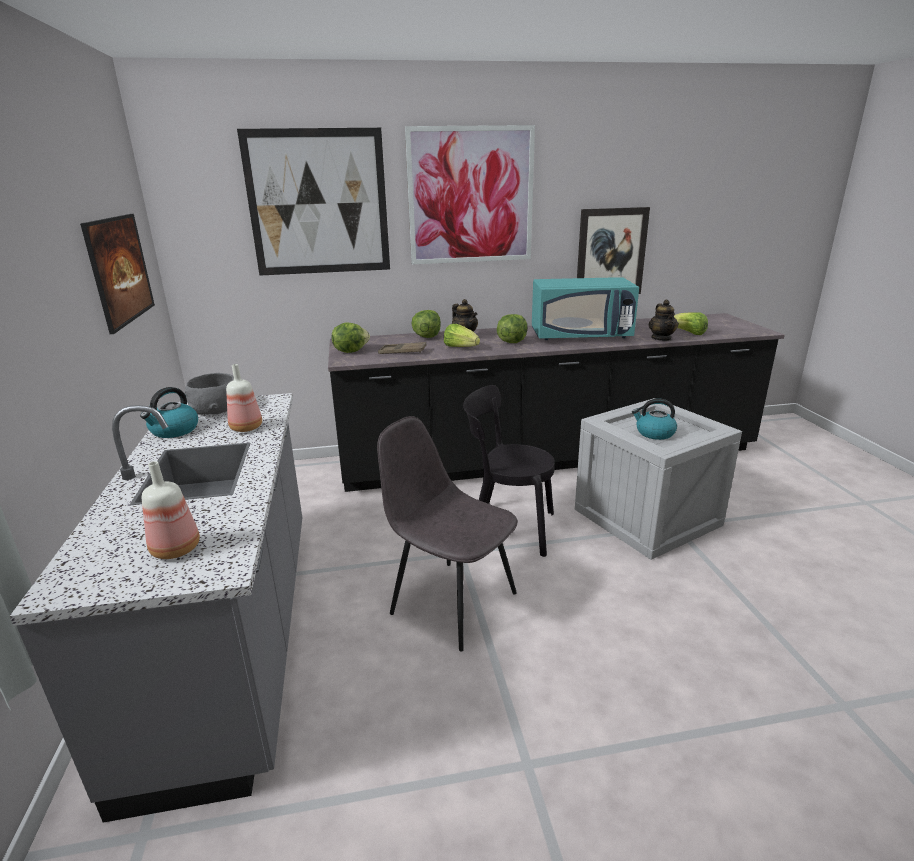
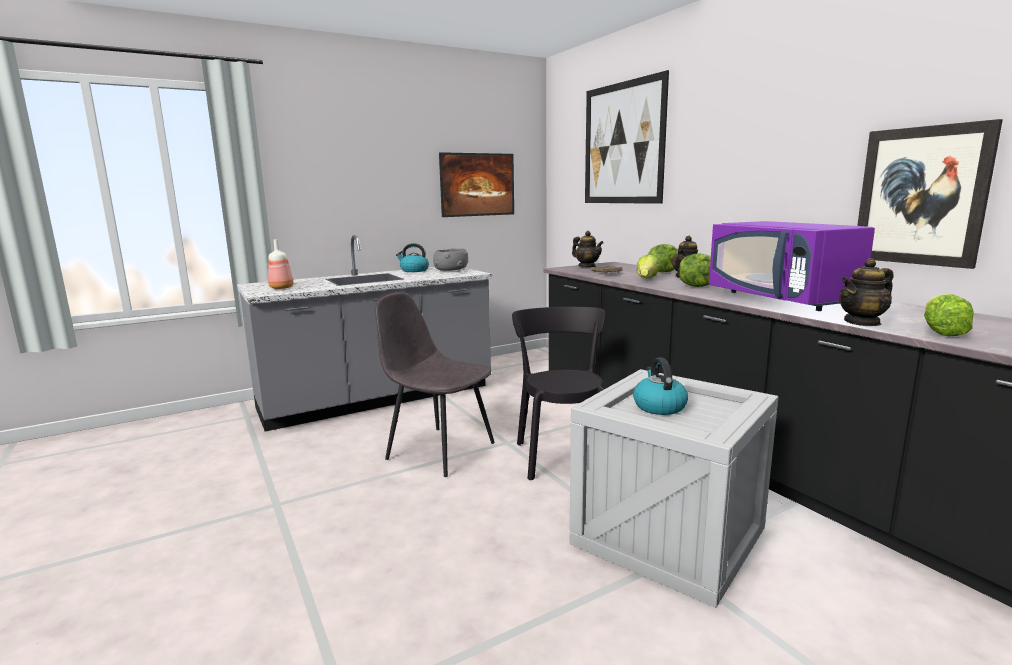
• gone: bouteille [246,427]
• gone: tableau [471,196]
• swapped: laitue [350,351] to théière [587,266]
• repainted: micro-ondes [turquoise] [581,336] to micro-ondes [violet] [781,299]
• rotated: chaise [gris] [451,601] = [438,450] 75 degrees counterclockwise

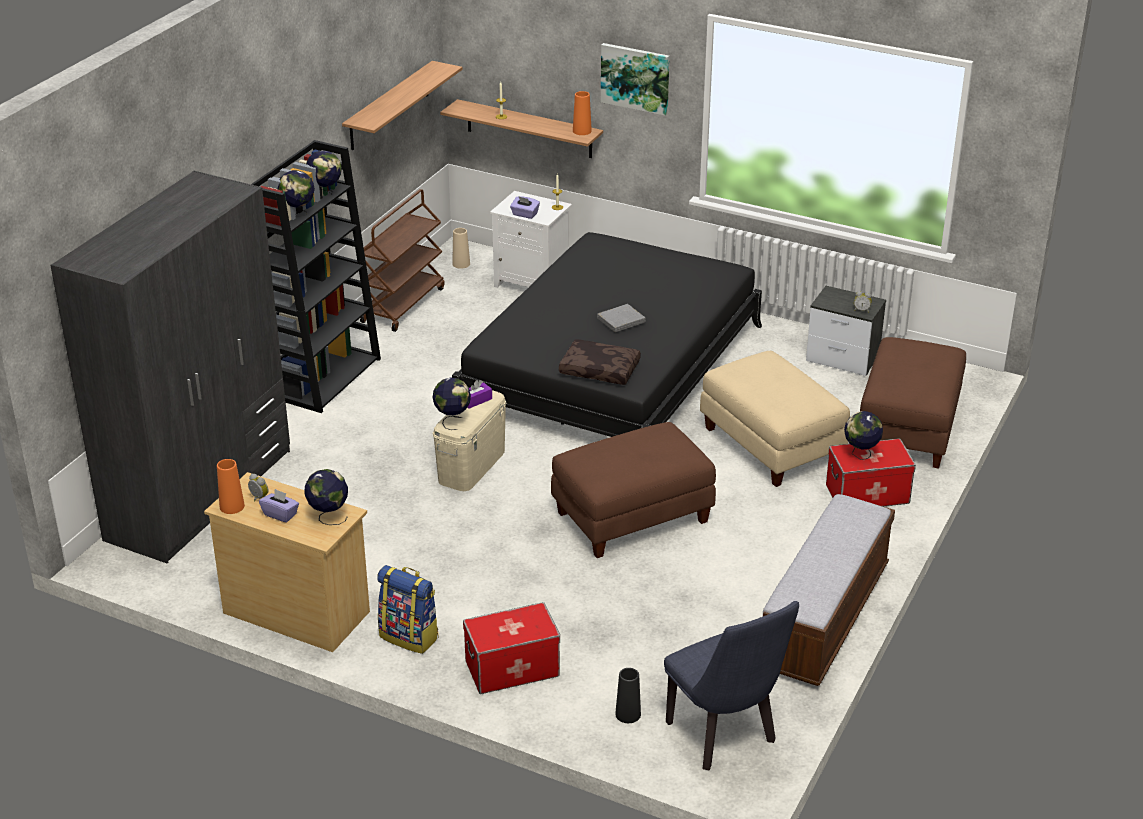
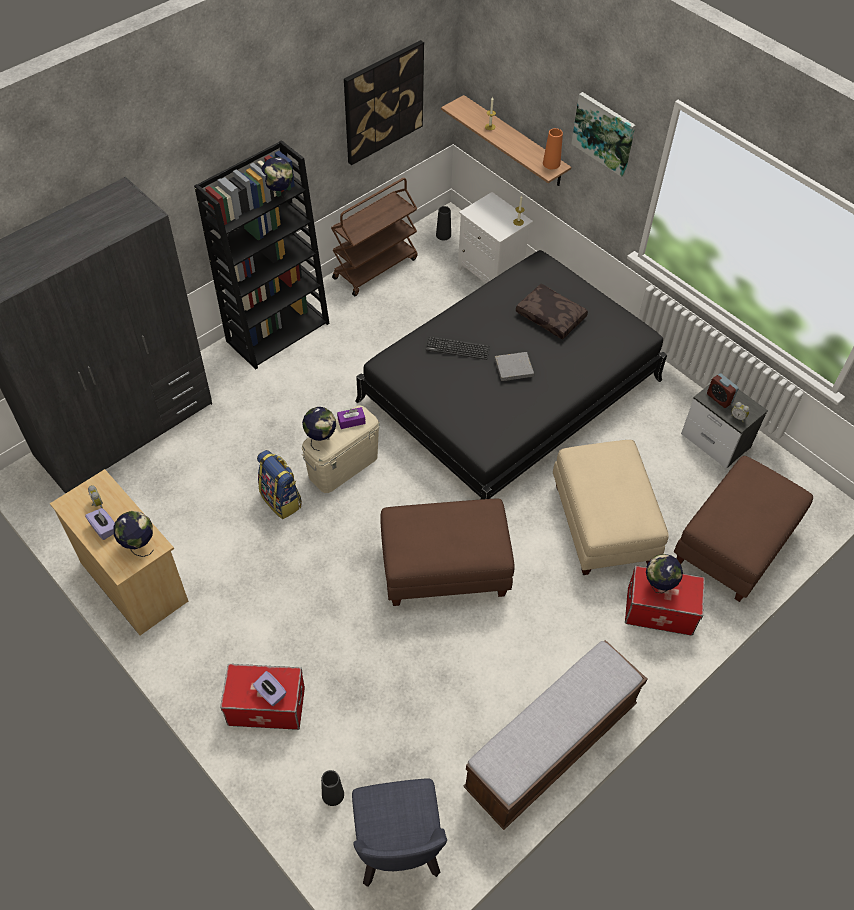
• gone: vase [orange] [232,506]
• gone: globe [298,214]
• new: clavier [457,348]
• new: réveil [719,398]
• shifted: sac à dos [410,636] to [281,500]
• shifted: boîte à mouchoirs [violet] [524,214] to [270,693]
• shifted: coussin [marron] [600,369] to [551,316]
• swapped: étagère [389,106] to tableau [383,102]
• repainted: vase [beige] [461,264] to vase [noir] [443,235]

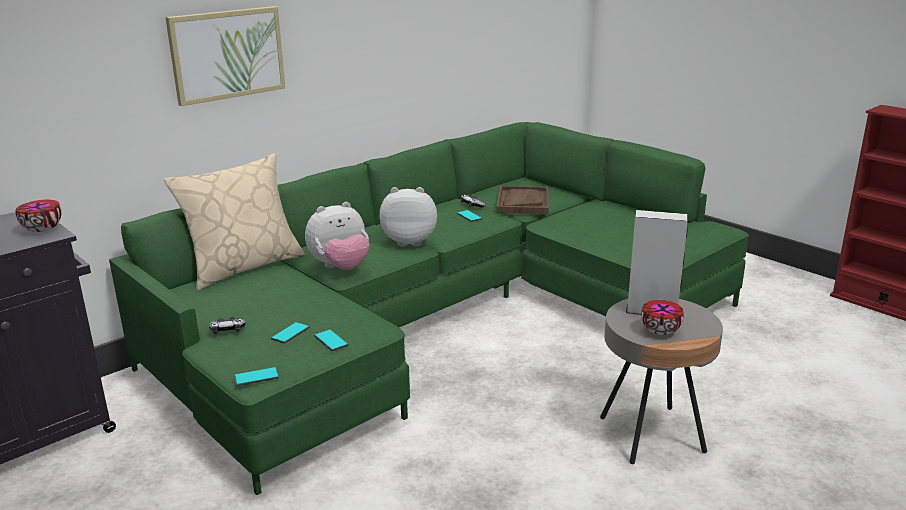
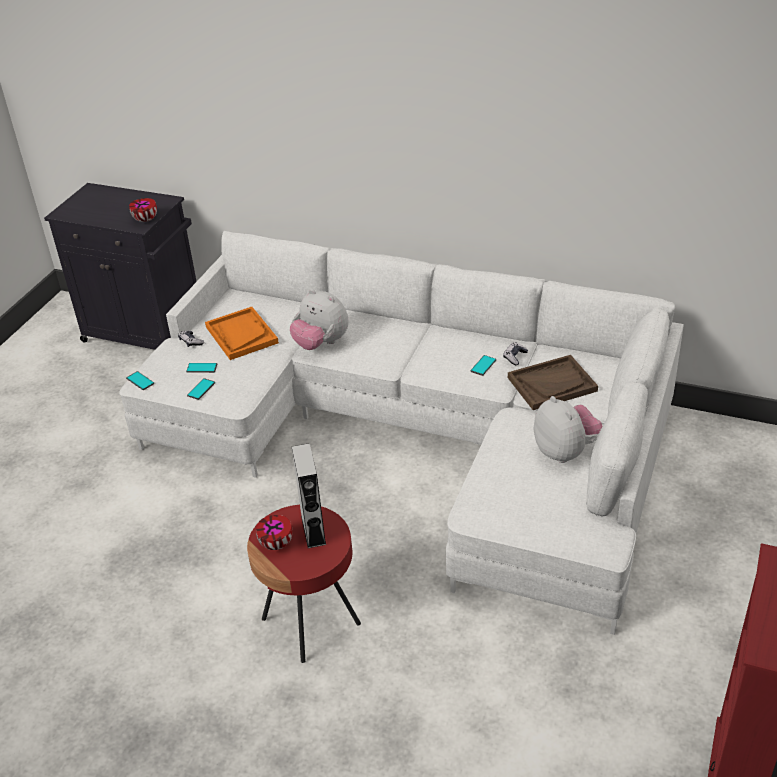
• gone: coussin [beige] [244,266]
• gone: tableau [227,54]
• new: plateau [orange] [241,335]
• shifted: peluche [410,241] to [565,452]
• repainted: canapé [vert] [444,318] to canapé [blanc] [420,436]
• repainted: table d'appoint [gris] [651,435] to table d'appoint [rouge] [311,622]

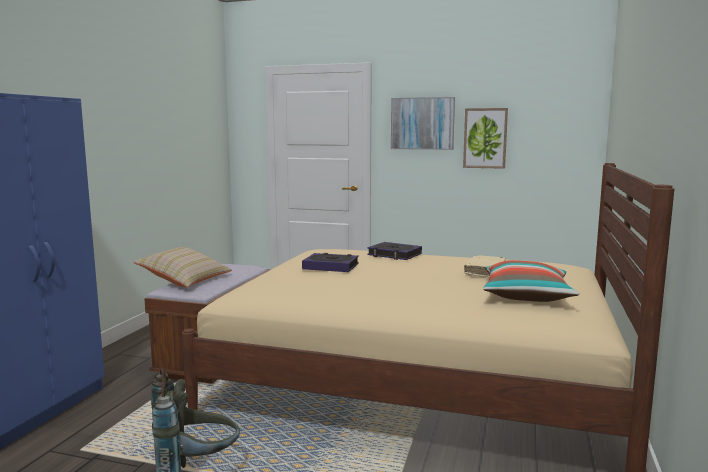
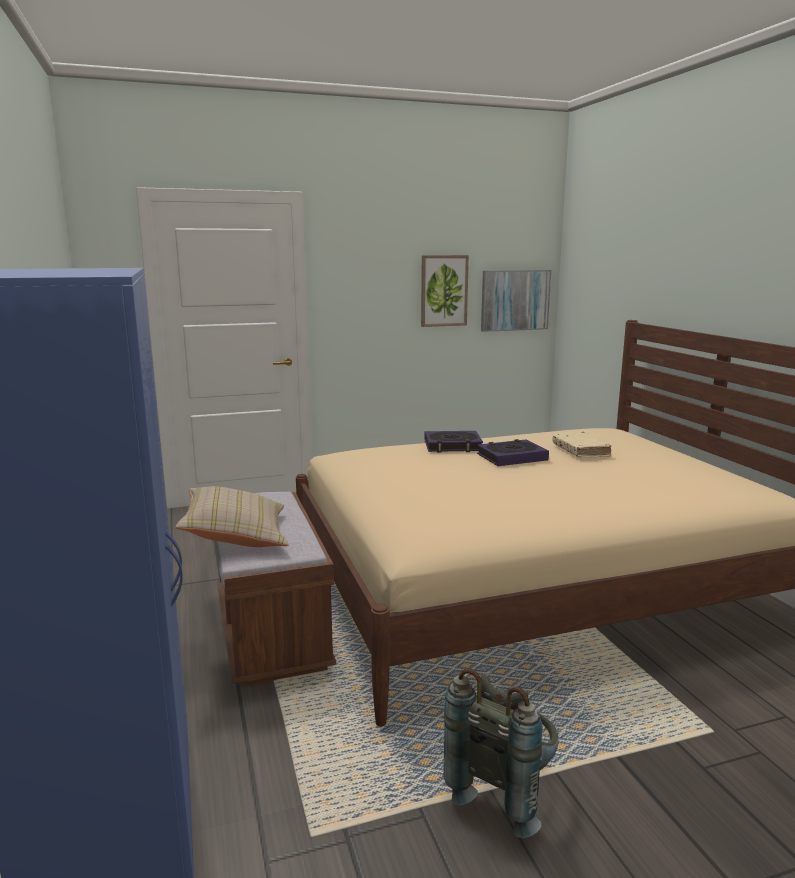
• gone: coussin [526,295]
• shifted: livre [331,267] to [511,457]
• shifted: tableau [422,123] to [515,300]

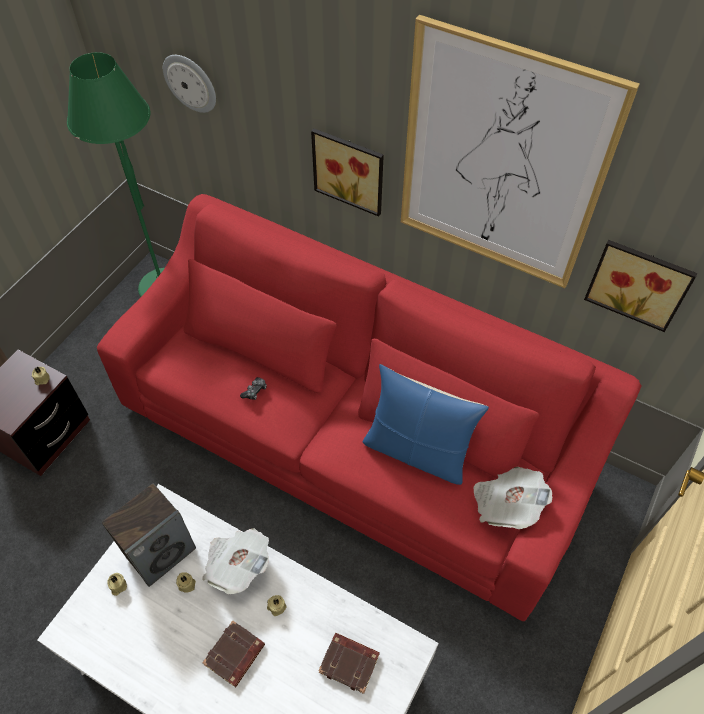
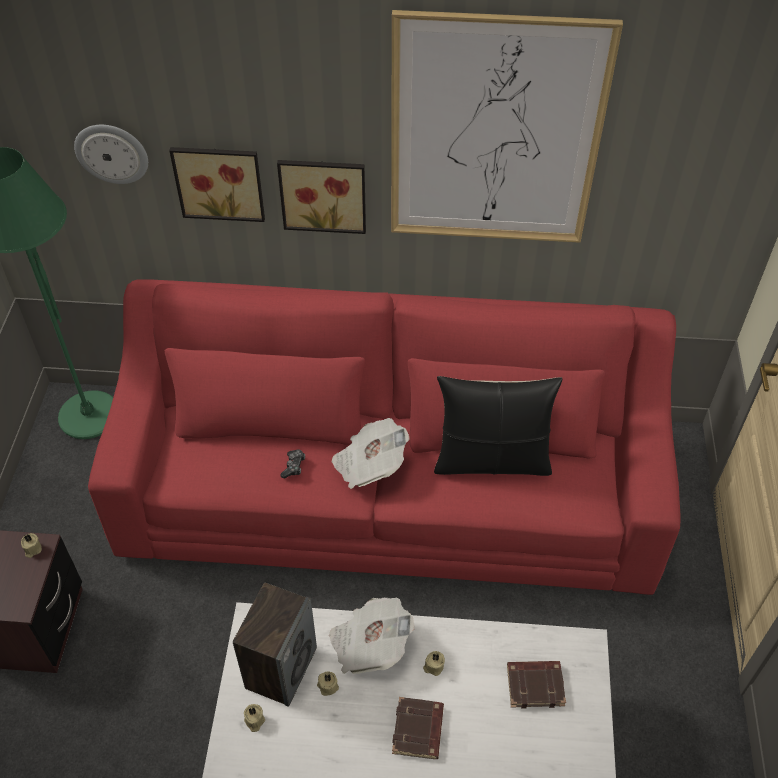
• shifted: journal [506,504] to [369,464]
• shifted: tableau [639,282] to [219,181]
• repainted: coussin [bleu] [417,450] to coussin [noir] [492,460]

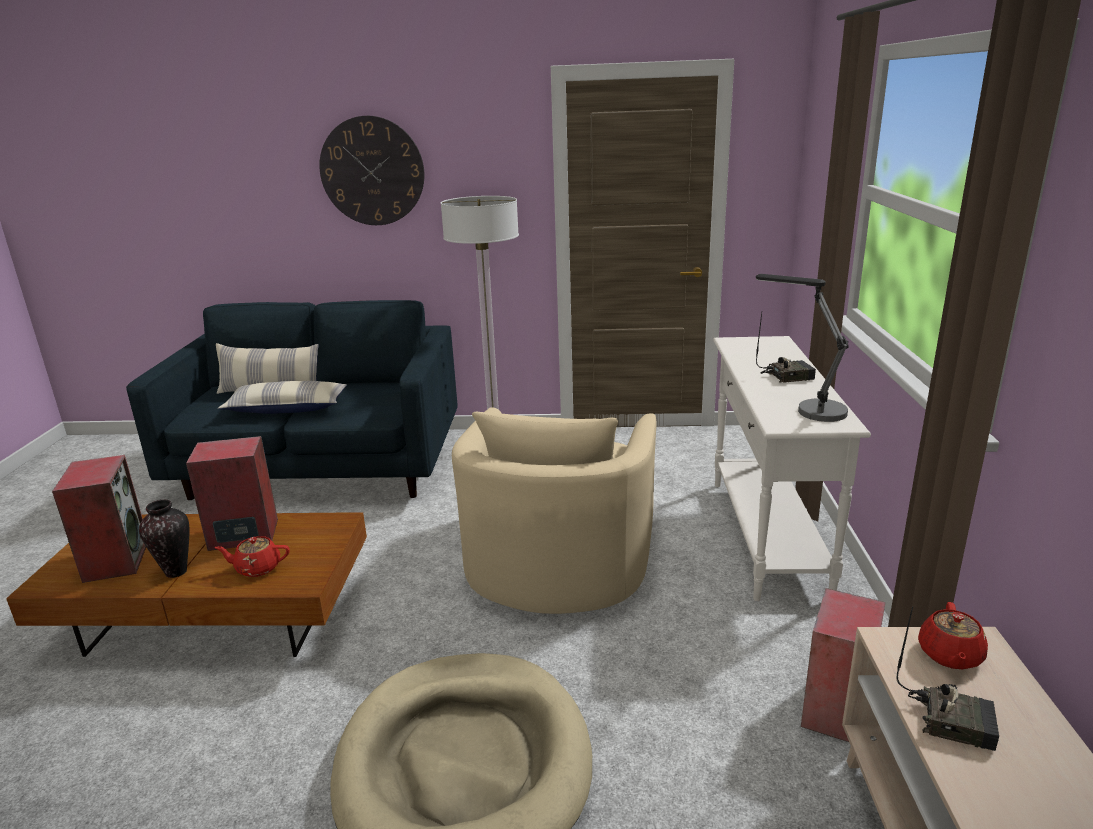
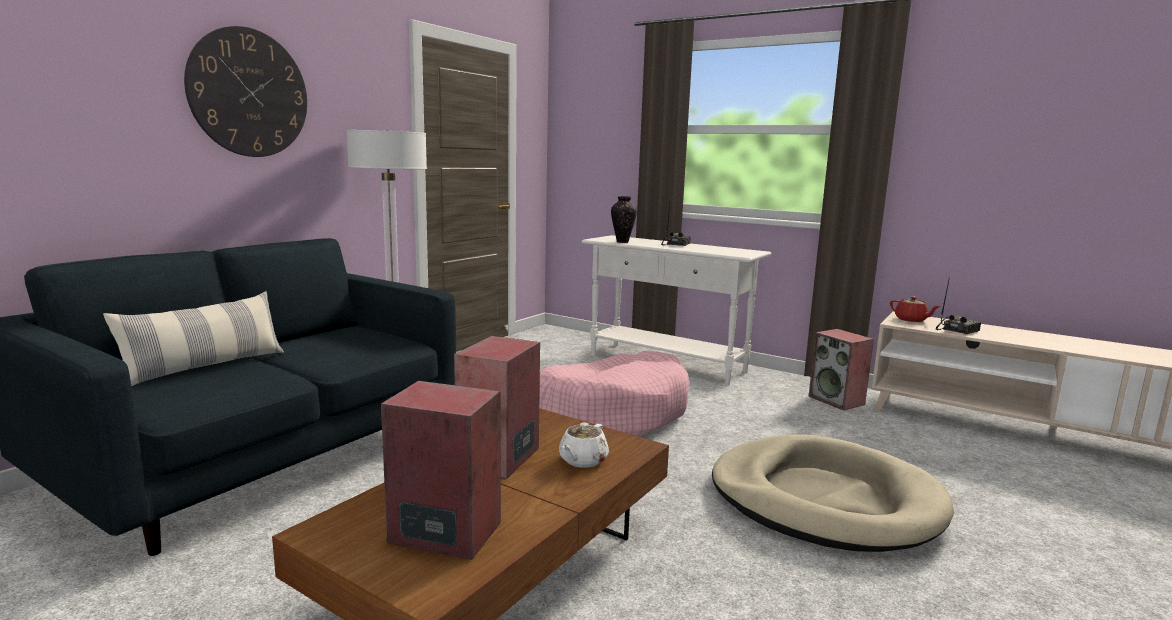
• gone: coussin [287,408]
• gone: lampe de table [808,408]
• shifted: vase [177,572] to [623,242]
• swapped: fauteuil [beige] [558,557] to panier pour chien [rose] [612,413]
• repainted: théière [rouge] [257,568] to théière [blanc] [582,460]

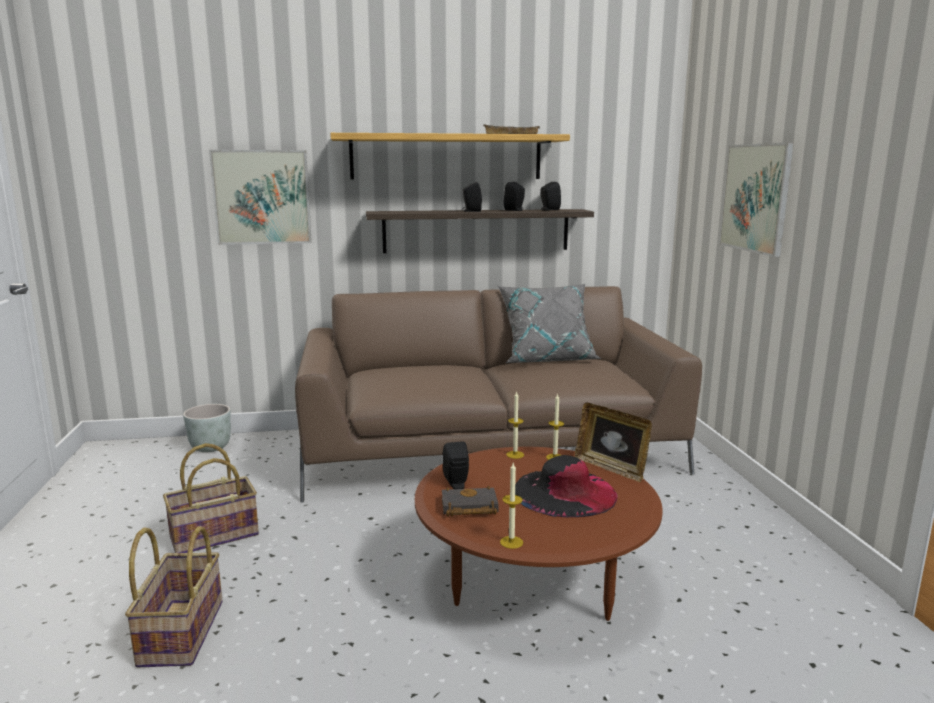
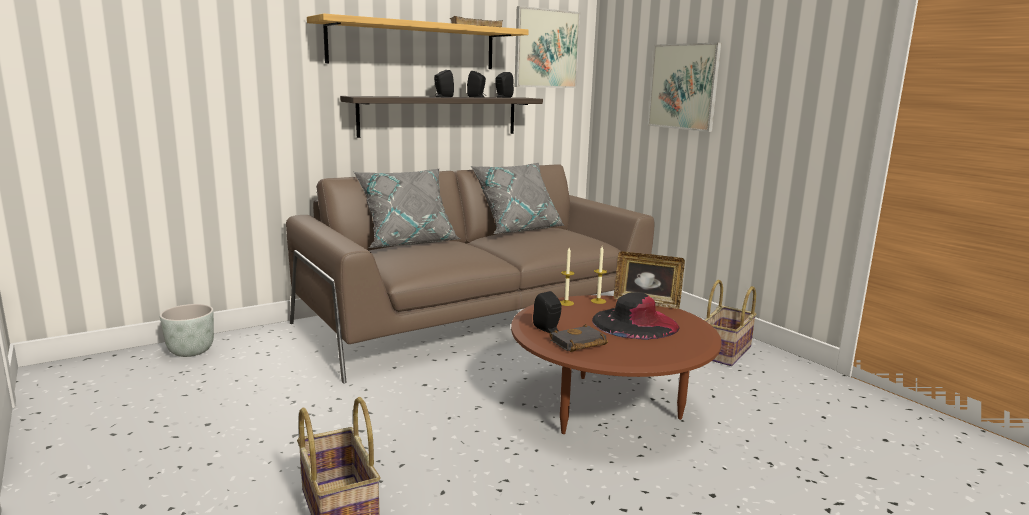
• gone: bougie [511,542]
• new: coussin [gris] [408,242]
• shifted: panier [214,536] to [726,352]
• shifted: tableau [262,197] to [546,49]

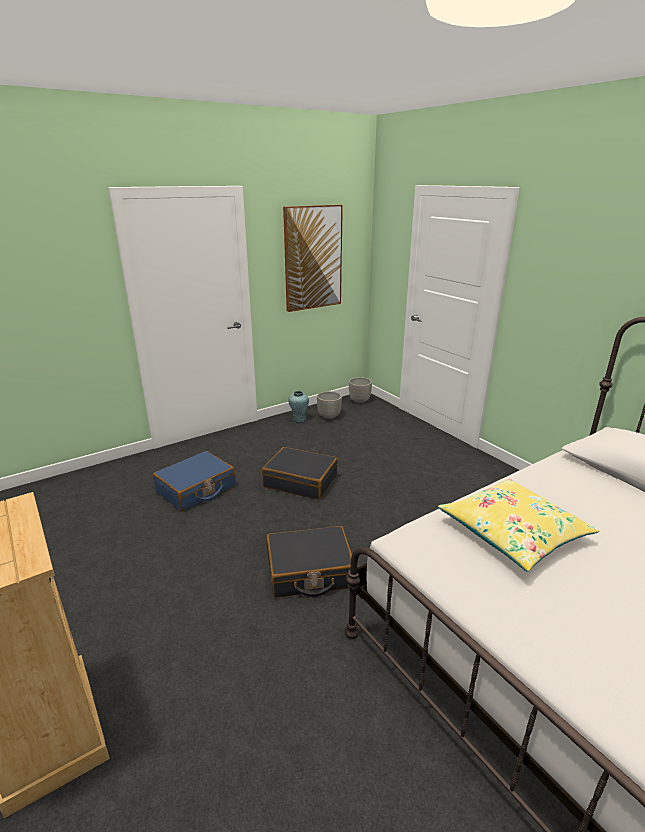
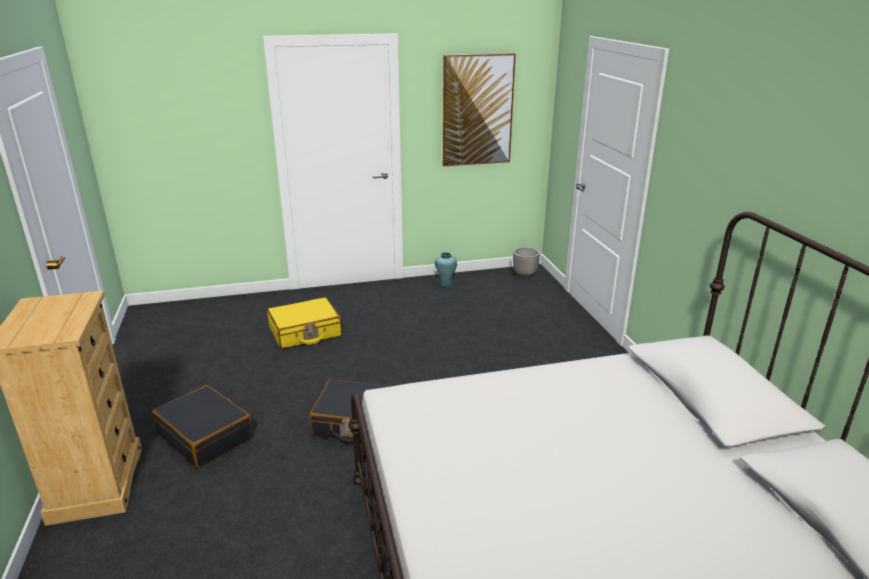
• gone: cache-pot [329,416]
• gone: coussin [jaune] [513,532]
• shifted: valise [noir] [301,481] to [205,436]
• repainted: valise [bleu] [196,489] to valise [jaune] [305,332]

